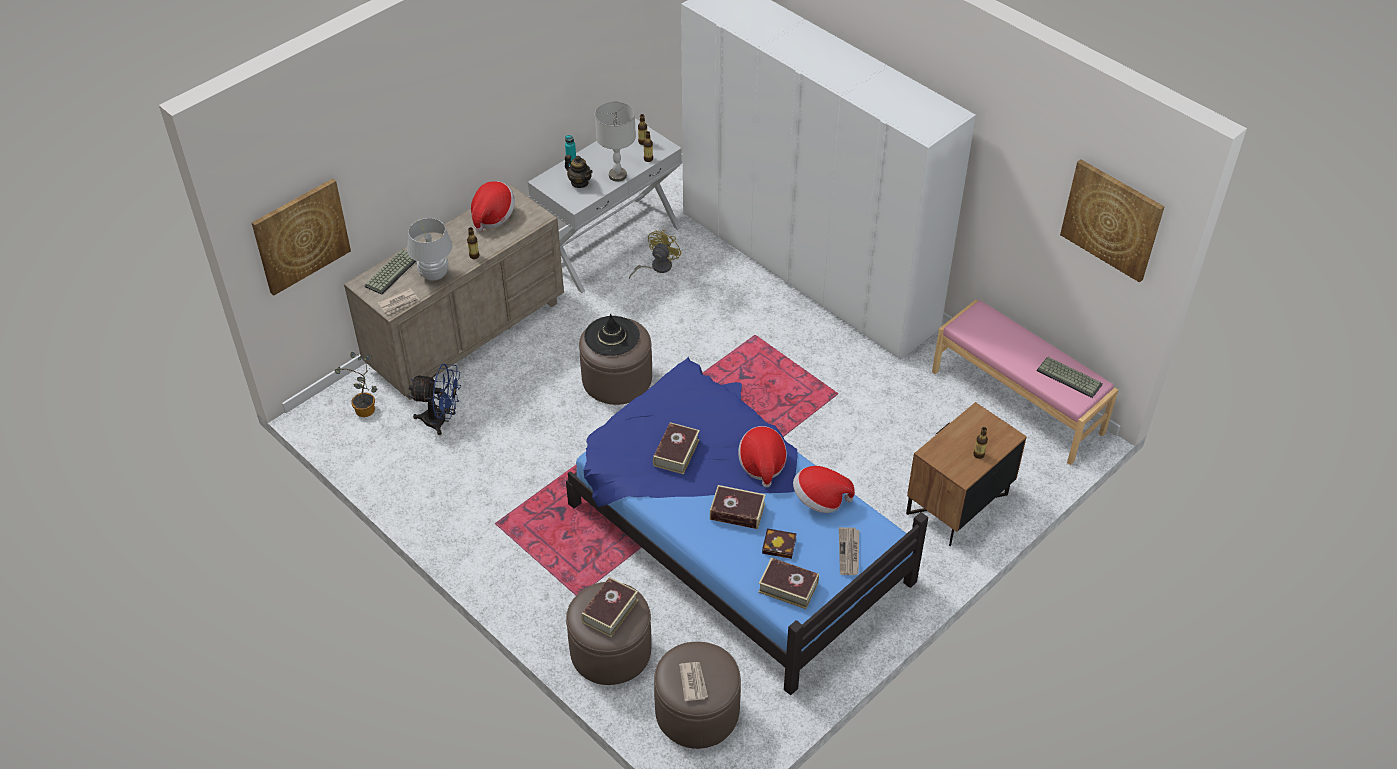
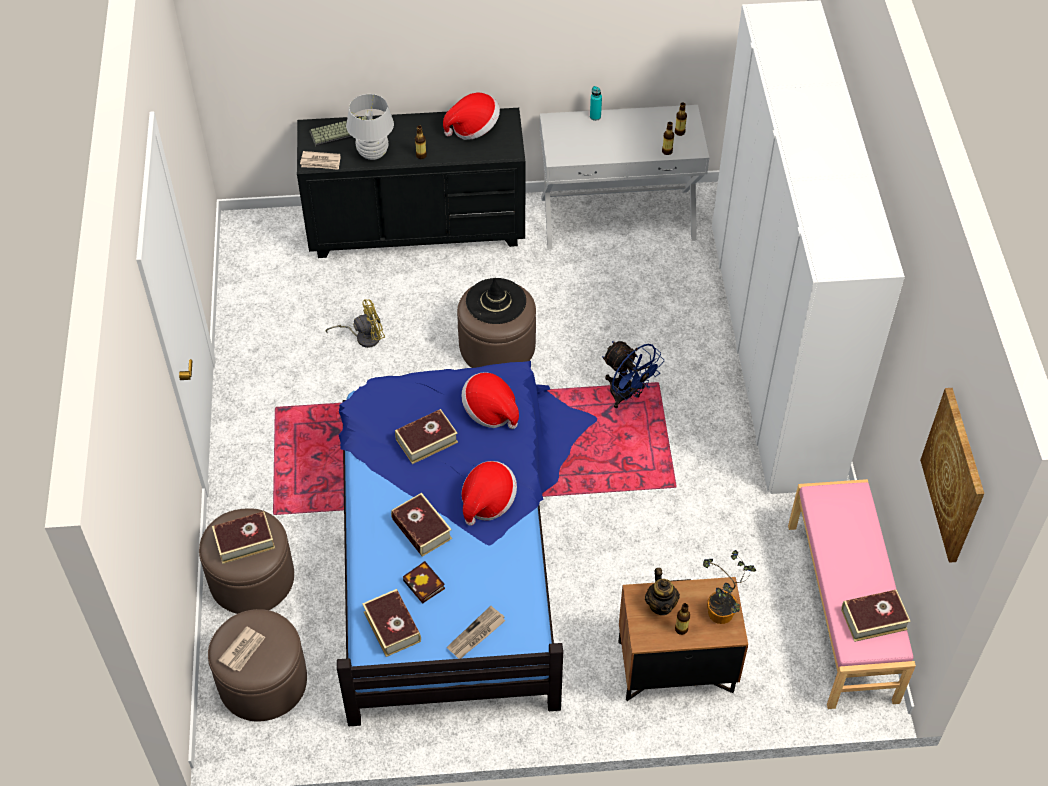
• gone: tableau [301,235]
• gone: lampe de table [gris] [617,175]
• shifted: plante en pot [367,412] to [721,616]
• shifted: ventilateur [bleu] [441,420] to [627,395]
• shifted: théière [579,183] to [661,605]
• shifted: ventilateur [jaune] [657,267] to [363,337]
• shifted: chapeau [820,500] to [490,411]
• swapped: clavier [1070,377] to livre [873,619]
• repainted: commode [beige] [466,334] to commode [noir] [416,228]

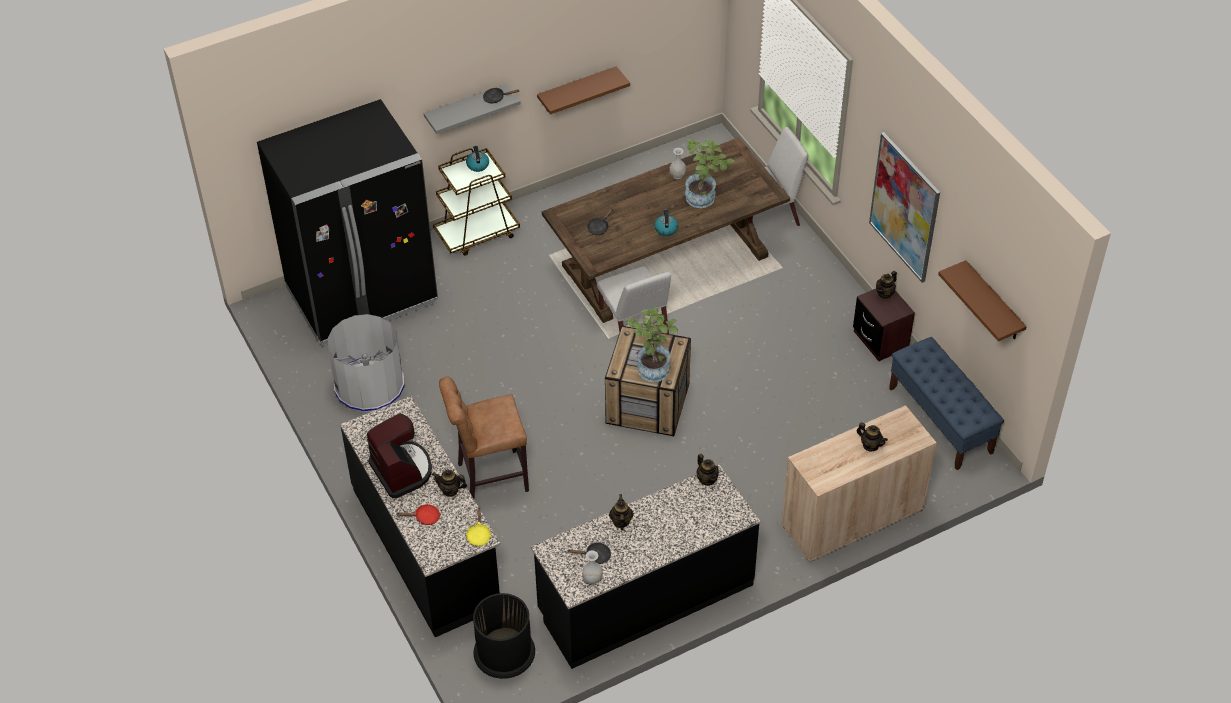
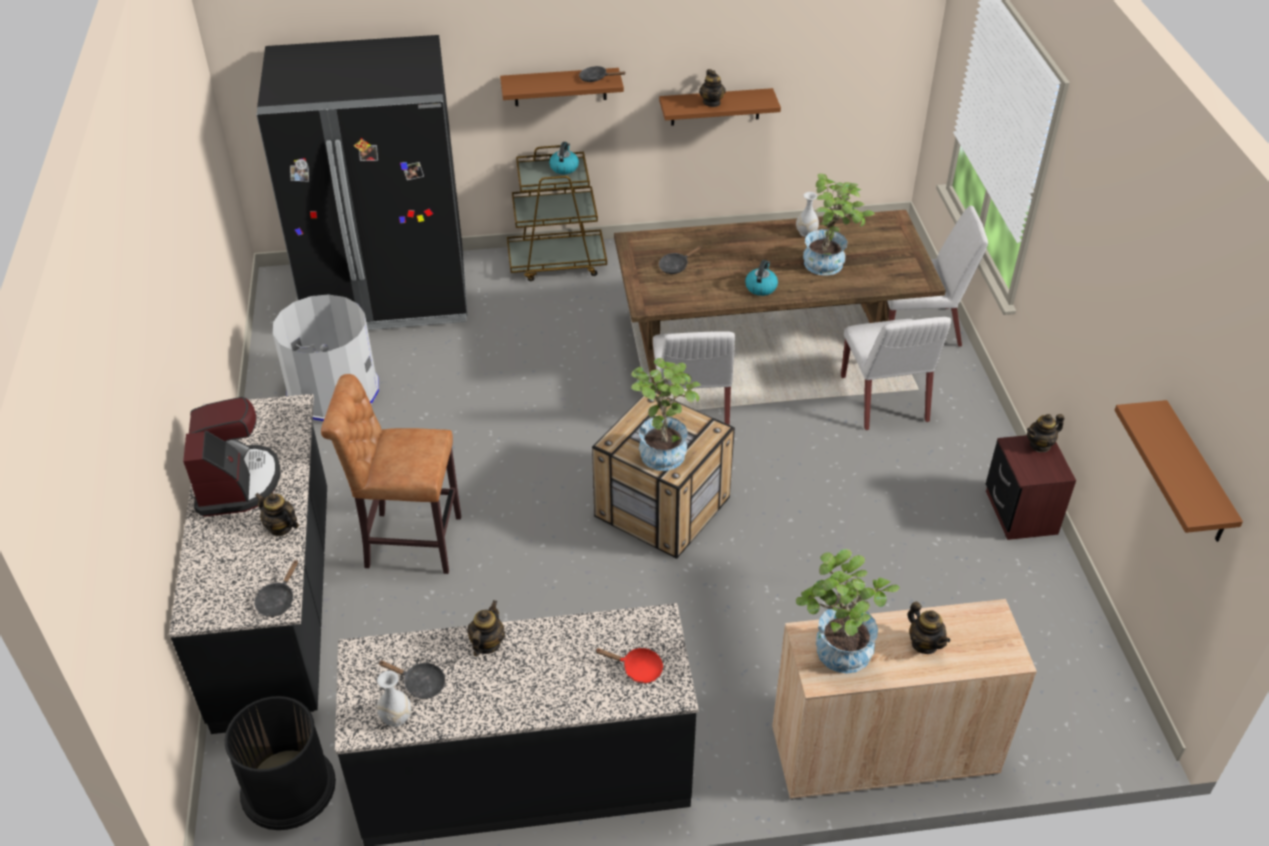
• gone: tableau [904,207]
• gone: banc [bleu] [940,420]
• new: plante en pot [836,654]
• new: chaise [blanc] [884,400]
• shifted: poêle [rouge] [424,517] to [637,669]
• shifted: théière [707,479] to [712,102]
• repainted: étagère [gris] [466,108] to étagère [marron] [560,87]
• repainted: poêle [jaune] [478,535] to poêle [noir] [277,600]

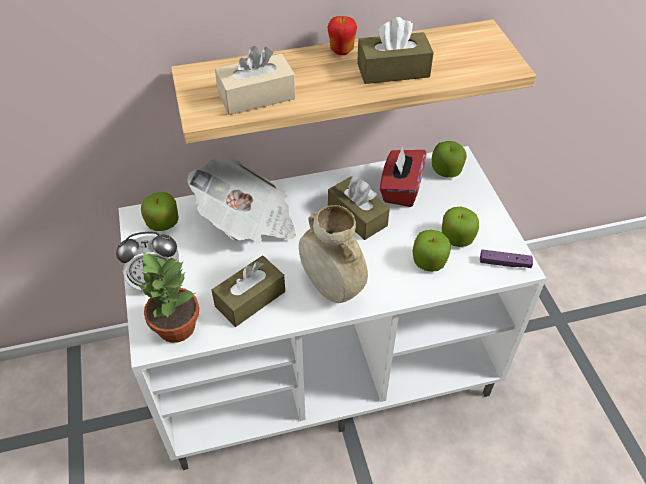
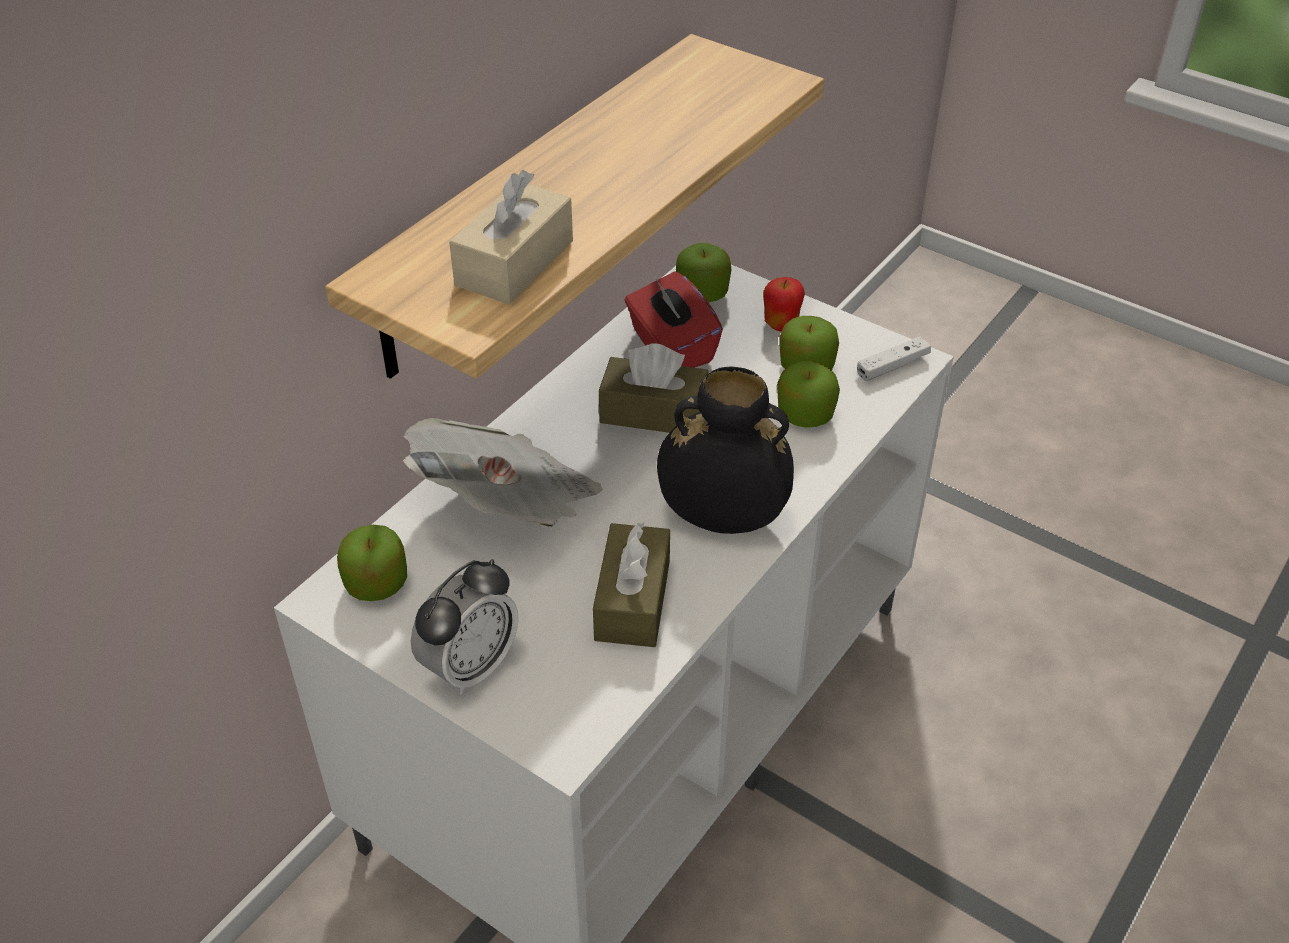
• gone: plante en pot [175,326]
• gone: boîte à mouchoirs [marron] [393,70]
• shifted: pomme [341,50] to [781,324]
• repainted: vase [beige] [331,287] to vase [noir] [721,519]
• repainted: manette [violet] [504,263] to manette [blanc] [892,366]

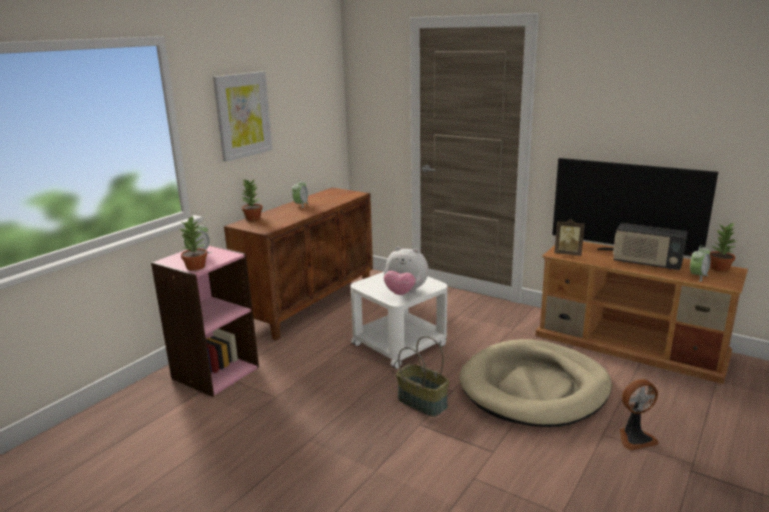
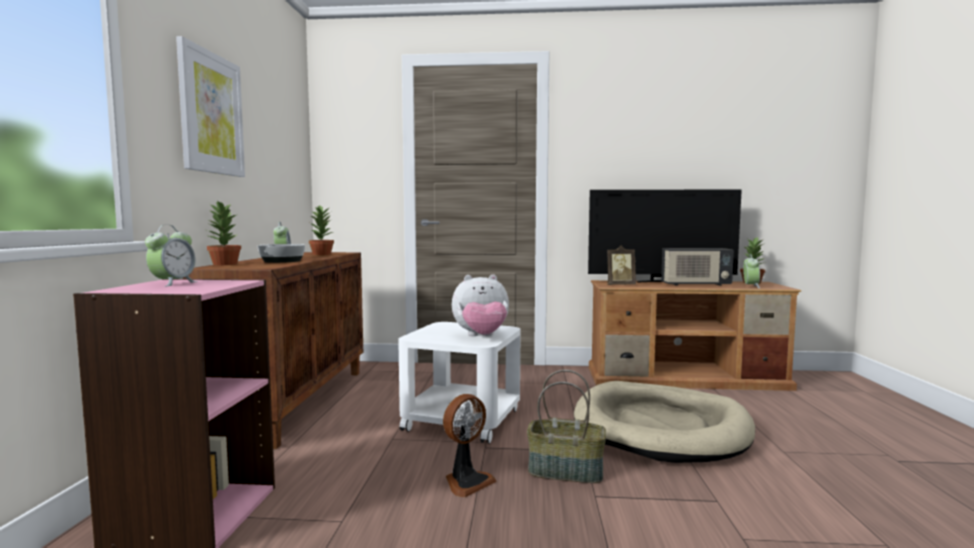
• new: bol [283,261]
• shifted: plante en pot [196,267] to [322,255]
• shifted: ventilateur [635,438] to [466,482]

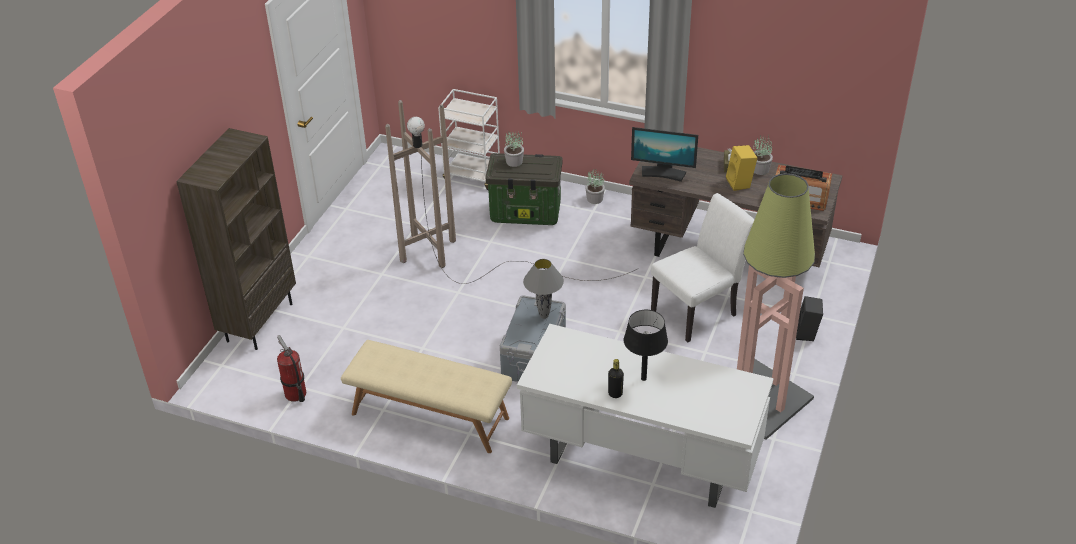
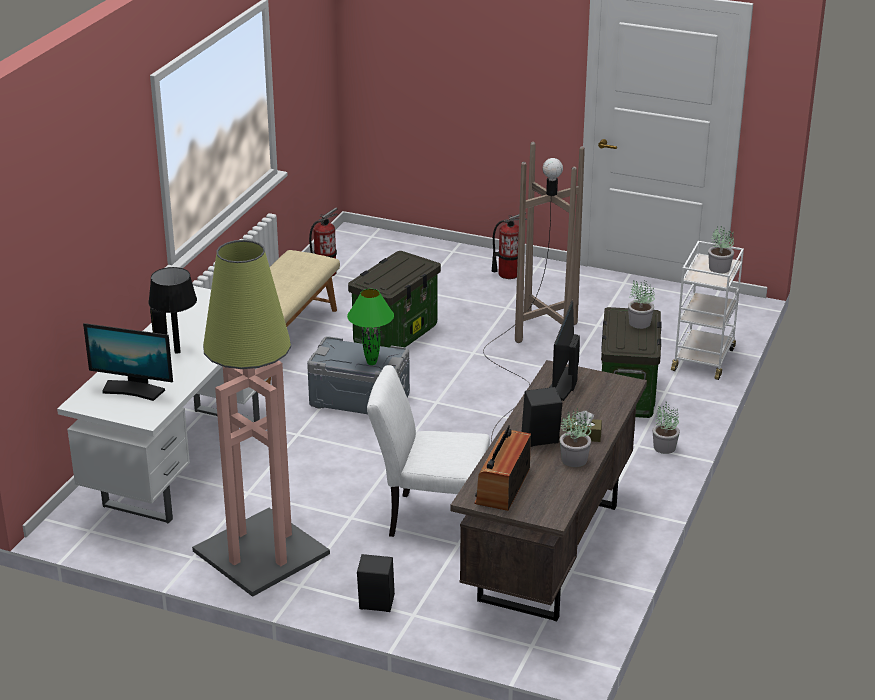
• gone: bibliothèque [marron] [259,321]
• new: écran d'ordinateur [133,390]
• new: boîte de rangement [395,334]
• new: extincteur [508,274]
• new: plante en pot [719,268]
• repainted: lampe de table [gris] [543,316] to lampe de table [vert] [371,362]
• repainted: enceinte [jaune] [740,183] to enceinte [noir] [540,441]
• rotated: chaise [blanc] [699,311] = [429,518] 135 degrees clockwise

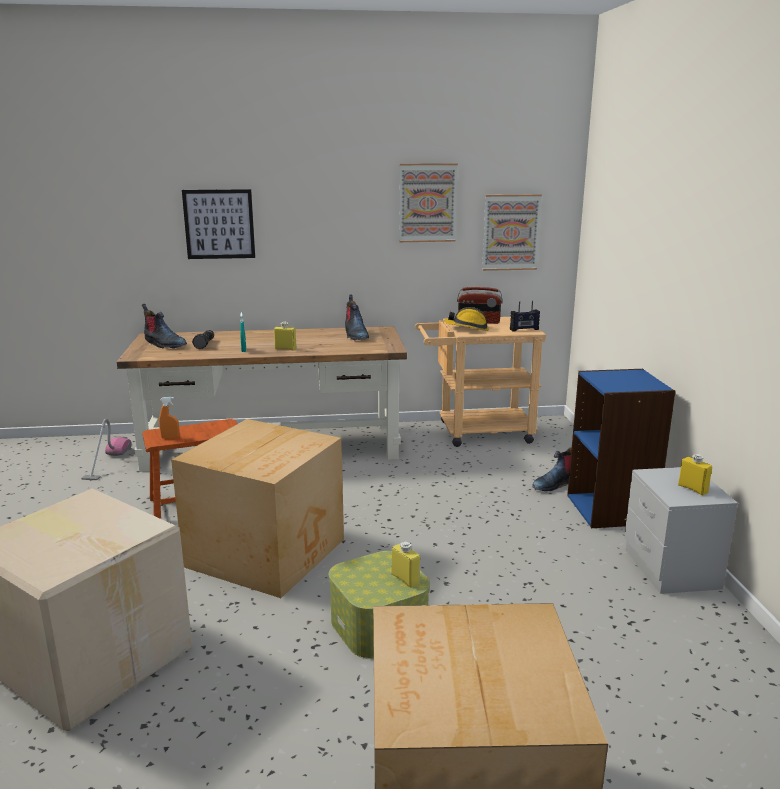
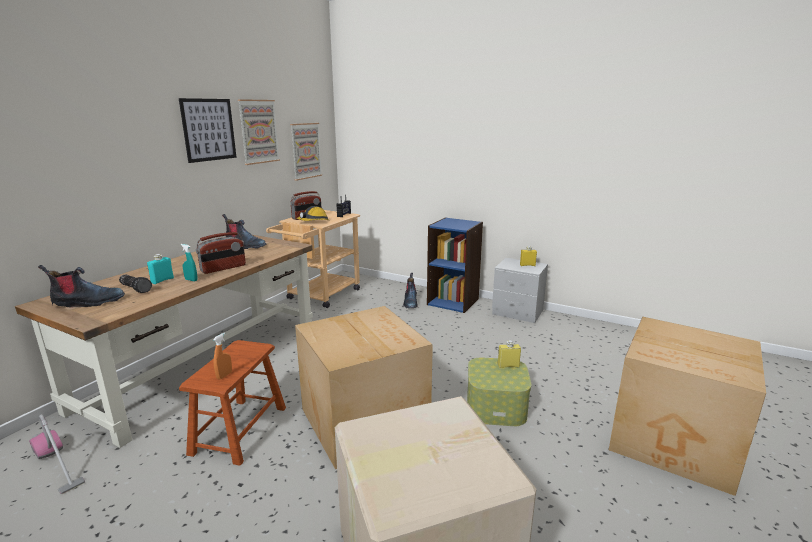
• new: bouteille [turquoise] [162,280]
• shifted: tableau [219,224] to [209,130]
• swapped: bouteille [jaune] [285,349] to radio [223,268]

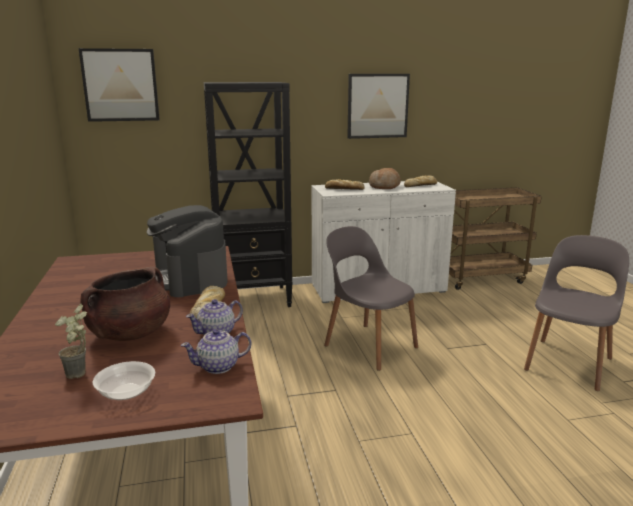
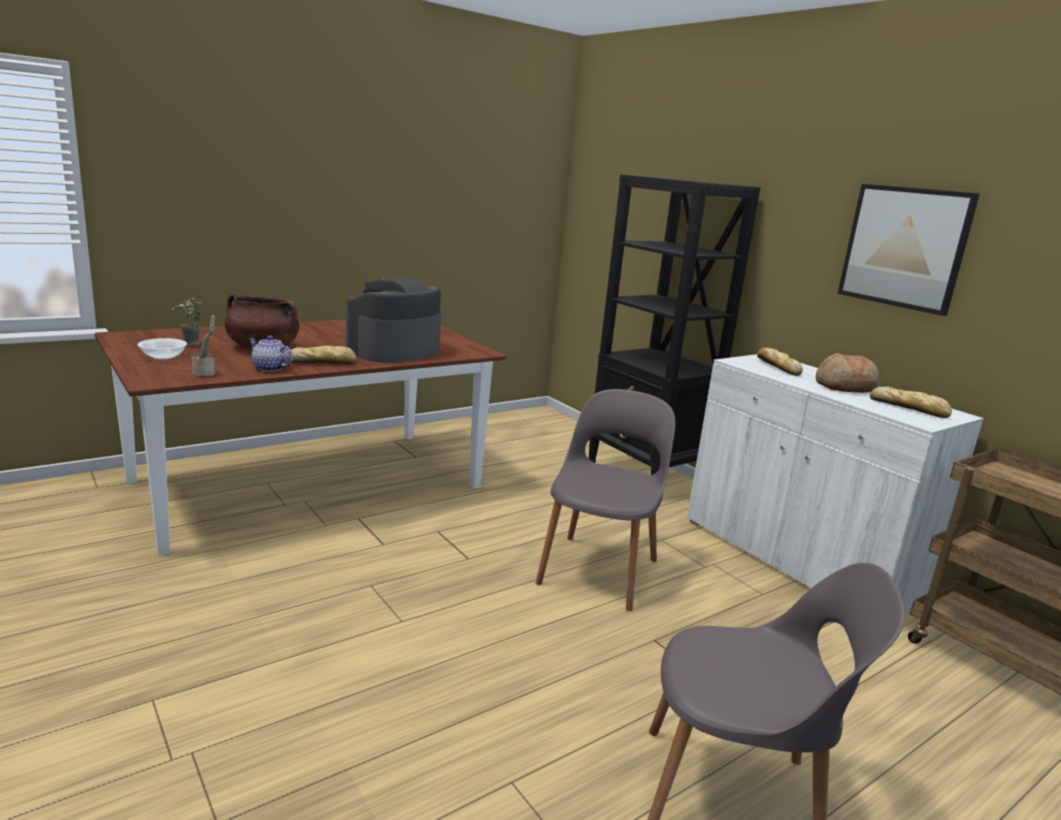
• gone: tableau [120,85]
• swapped: théière [219,366] to plante en pot [205,373]

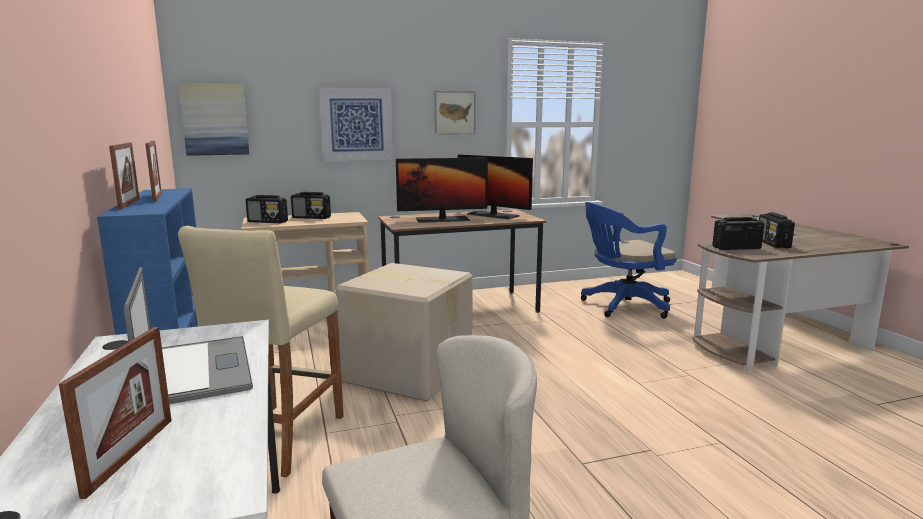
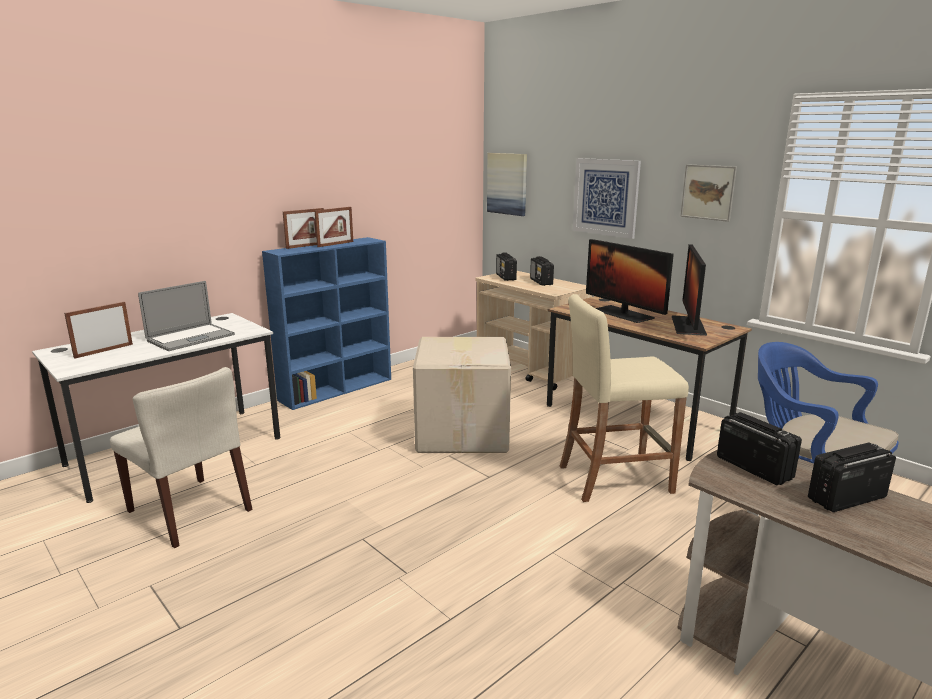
• shifted: tabouret [beige] [278,438] to [615,479]
• rotated: cadre photo [130,455] = [104,351] 150 degrees clockwise

